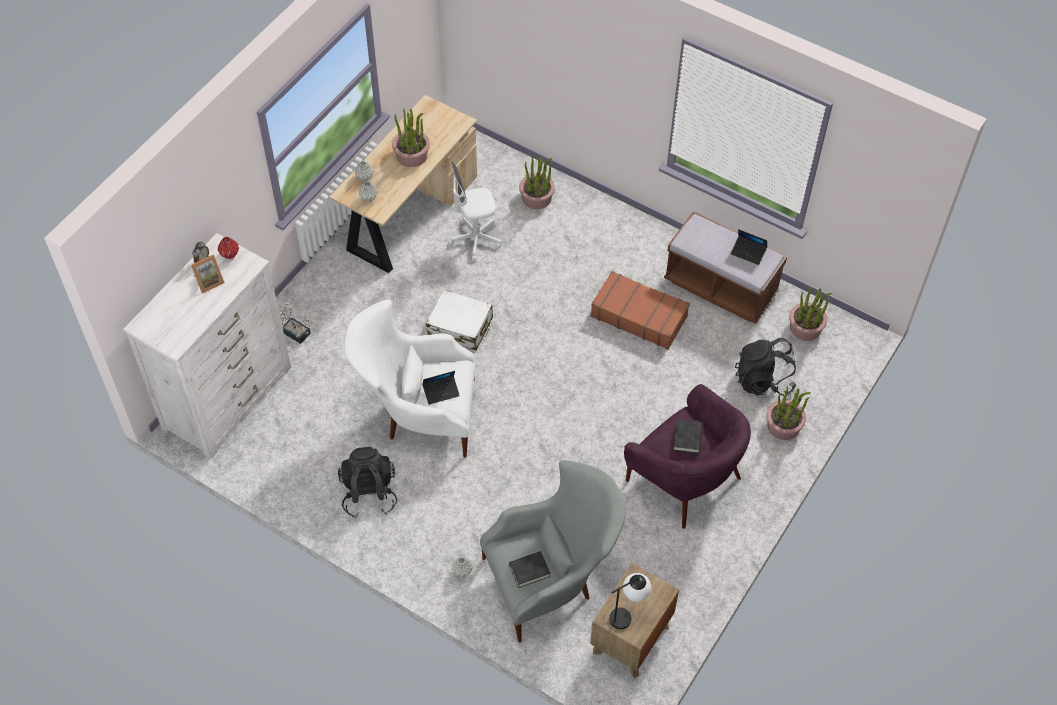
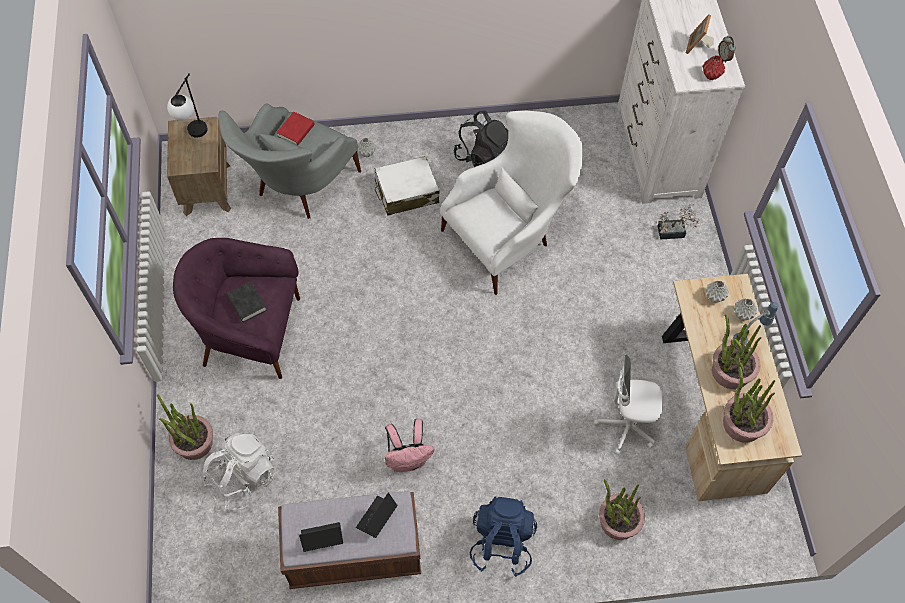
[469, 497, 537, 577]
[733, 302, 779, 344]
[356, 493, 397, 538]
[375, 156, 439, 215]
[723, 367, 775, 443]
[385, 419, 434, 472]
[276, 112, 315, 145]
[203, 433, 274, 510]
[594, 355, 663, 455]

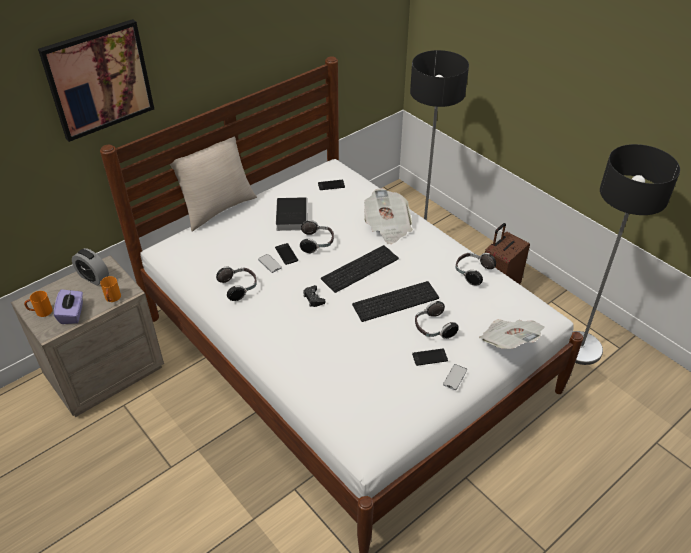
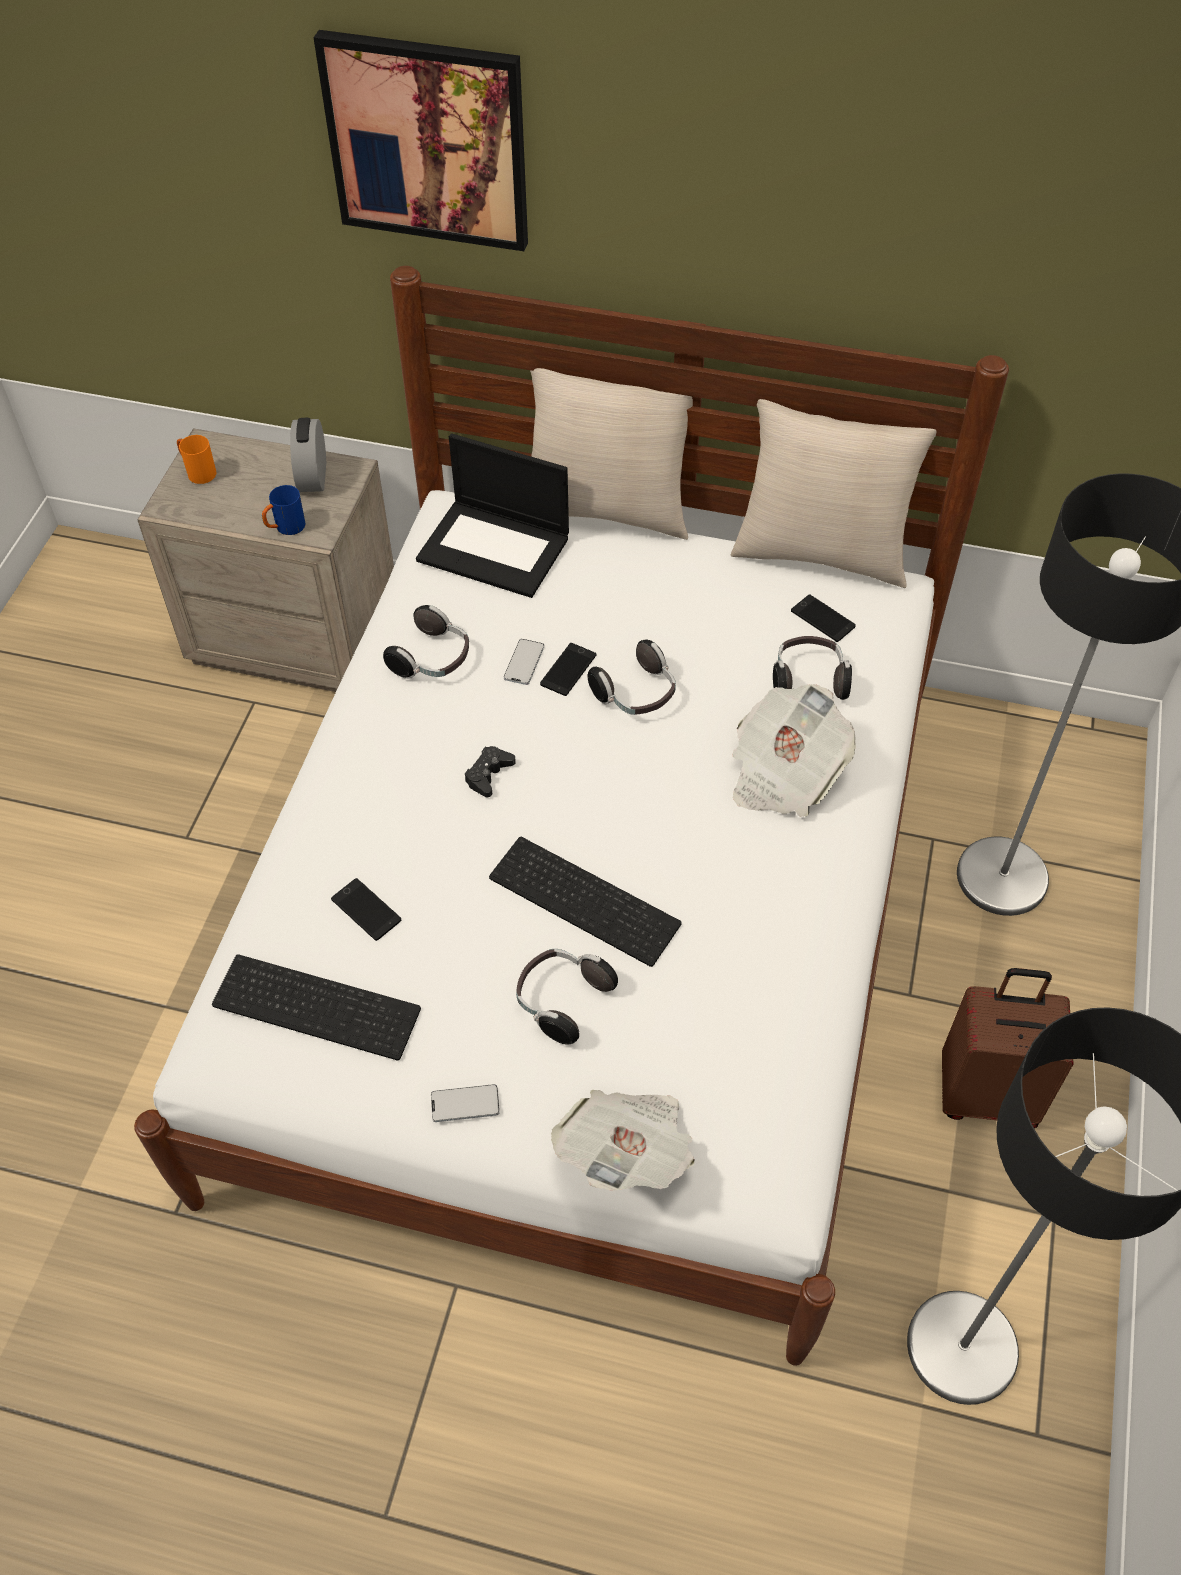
[54, 289, 83, 324] (first image)
[276, 197, 307, 231] (first image)
[416, 433, 569, 598]
[731, 399, 936, 588]
[212, 954, 421, 1060]
[331, 878, 401, 941]
[773, 636, 852, 700]
[262, 485, 305, 535]

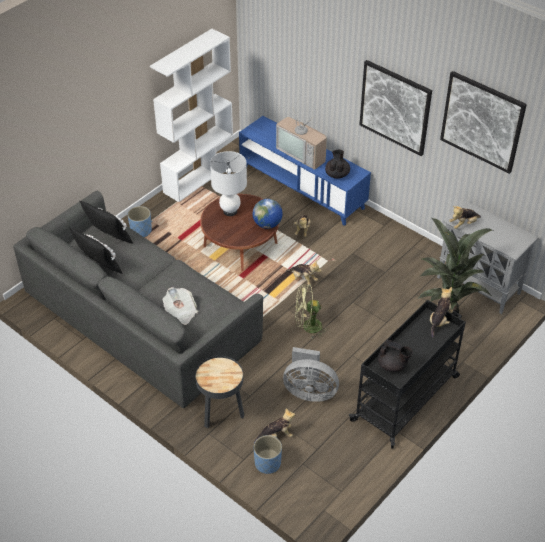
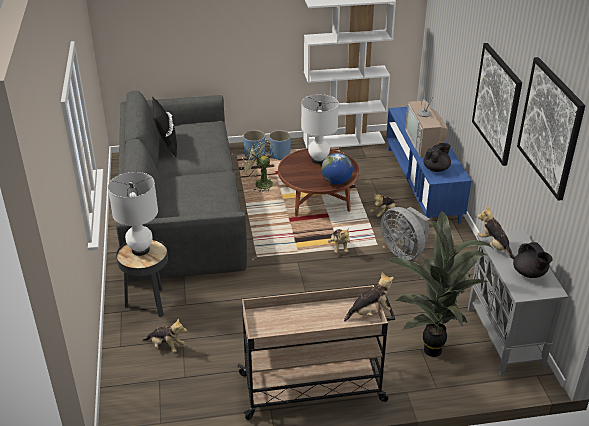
[79, 201, 133, 244] (first image)
[163, 287, 198, 325] (first image)
[108, 172, 158, 256]
[269, 130, 291, 160]
[381, 207, 430, 260]
[241, 138, 273, 192]
[513, 242, 553, 278]
[237, 285, 395, 420]
[477, 206, 515, 260]

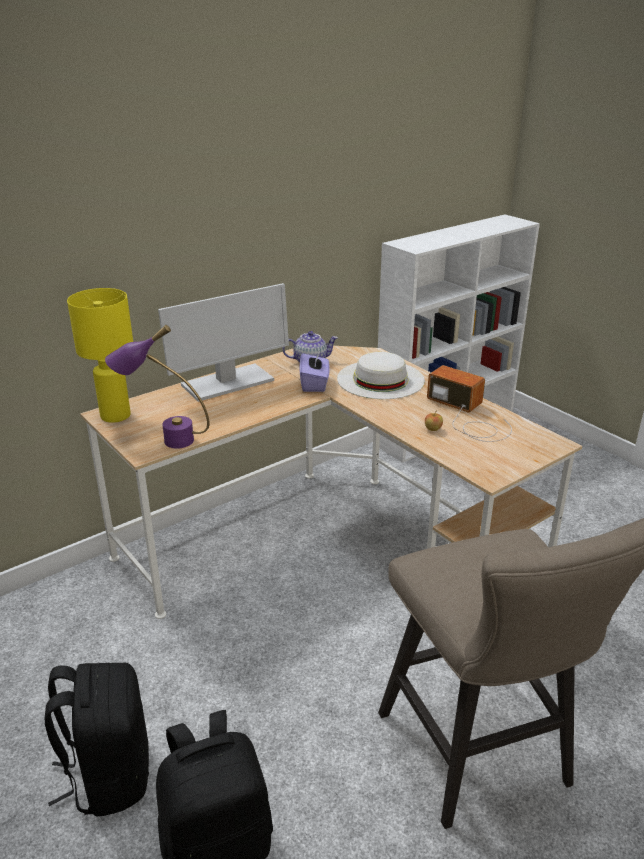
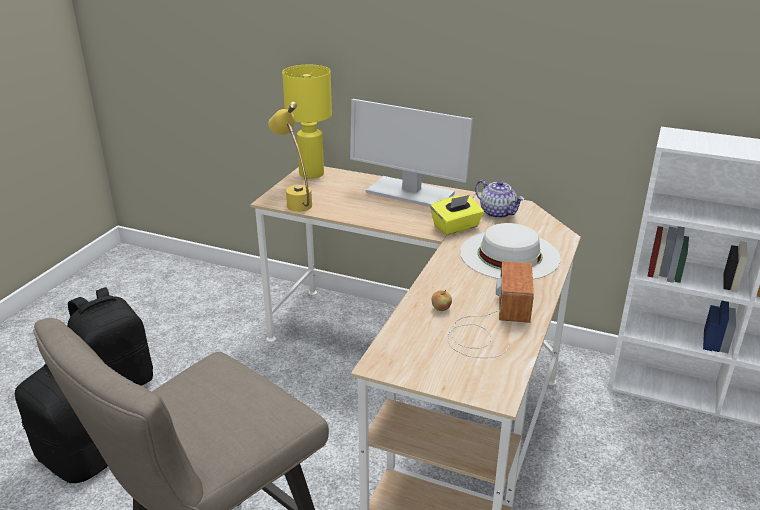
[268, 102, 312, 212]
[430, 195, 484, 235]

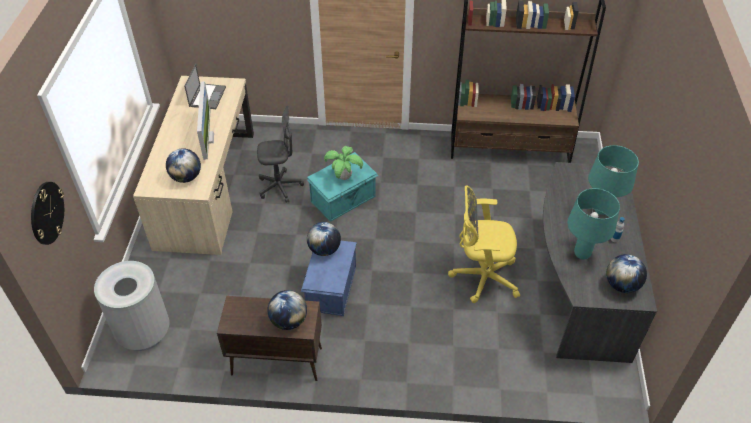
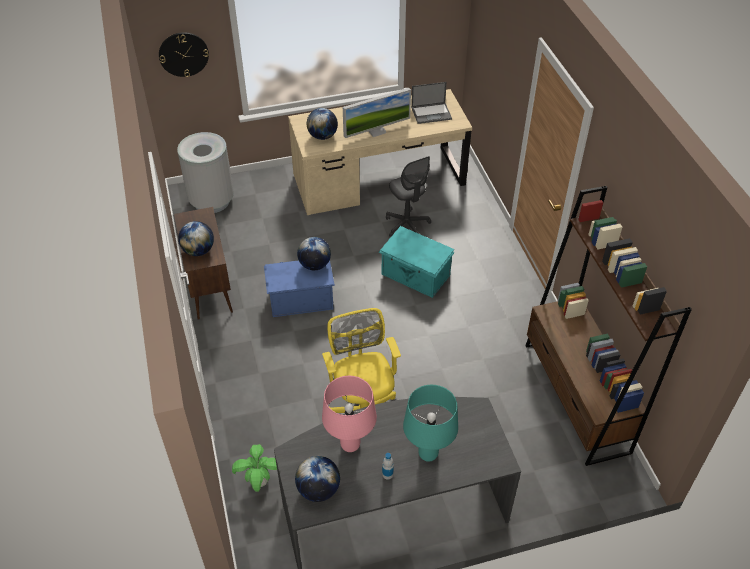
[232, 444, 277, 492]
[322, 376, 377, 452]

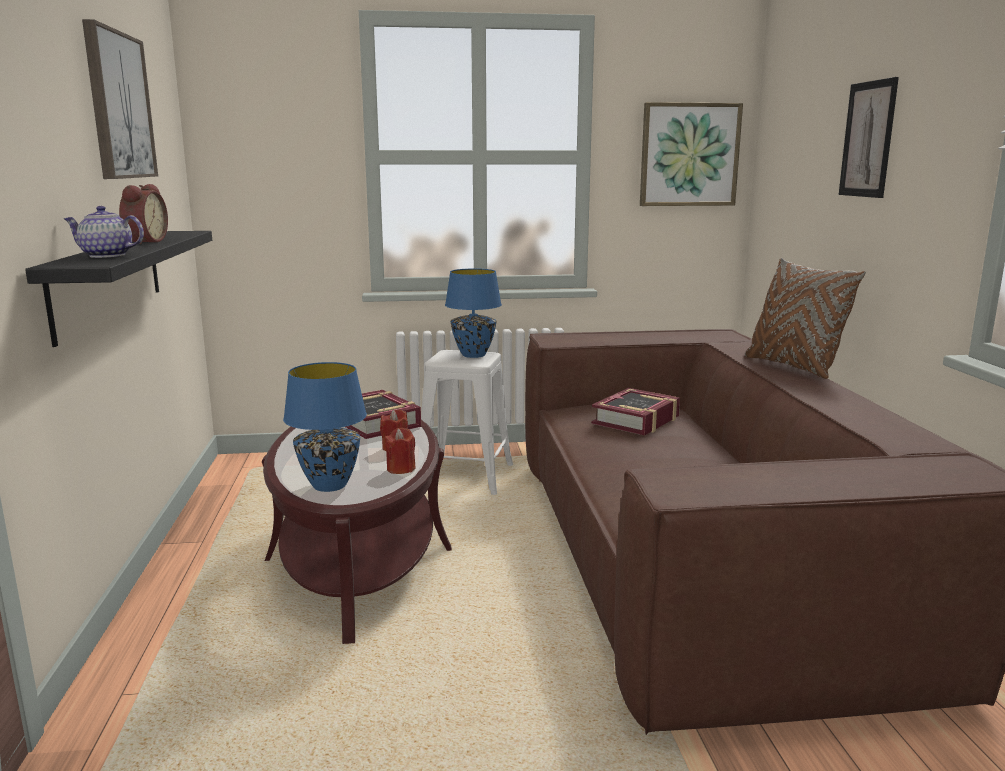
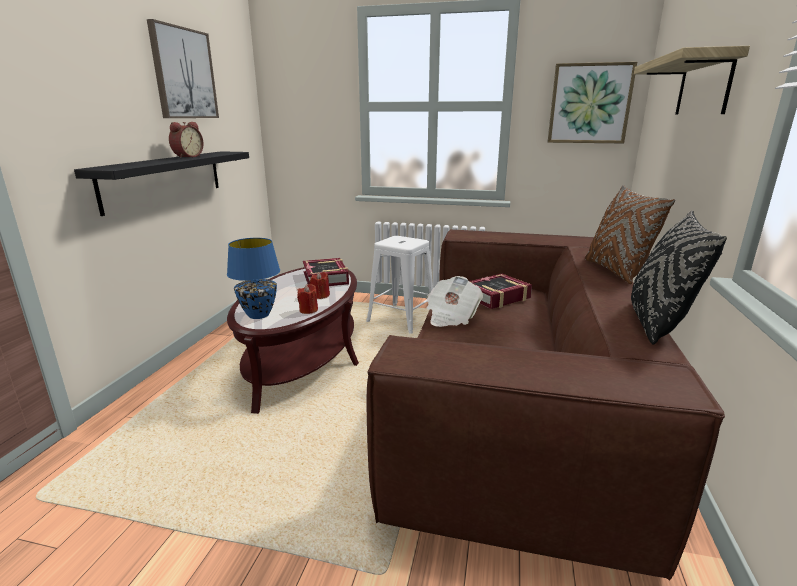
[64, 206, 144, 258] (first image)
[445, 268, 502, 358] (first image)
[426, 276, 483, 327]
[631, 210, 727, 345]
[634, 46, 750, 115]

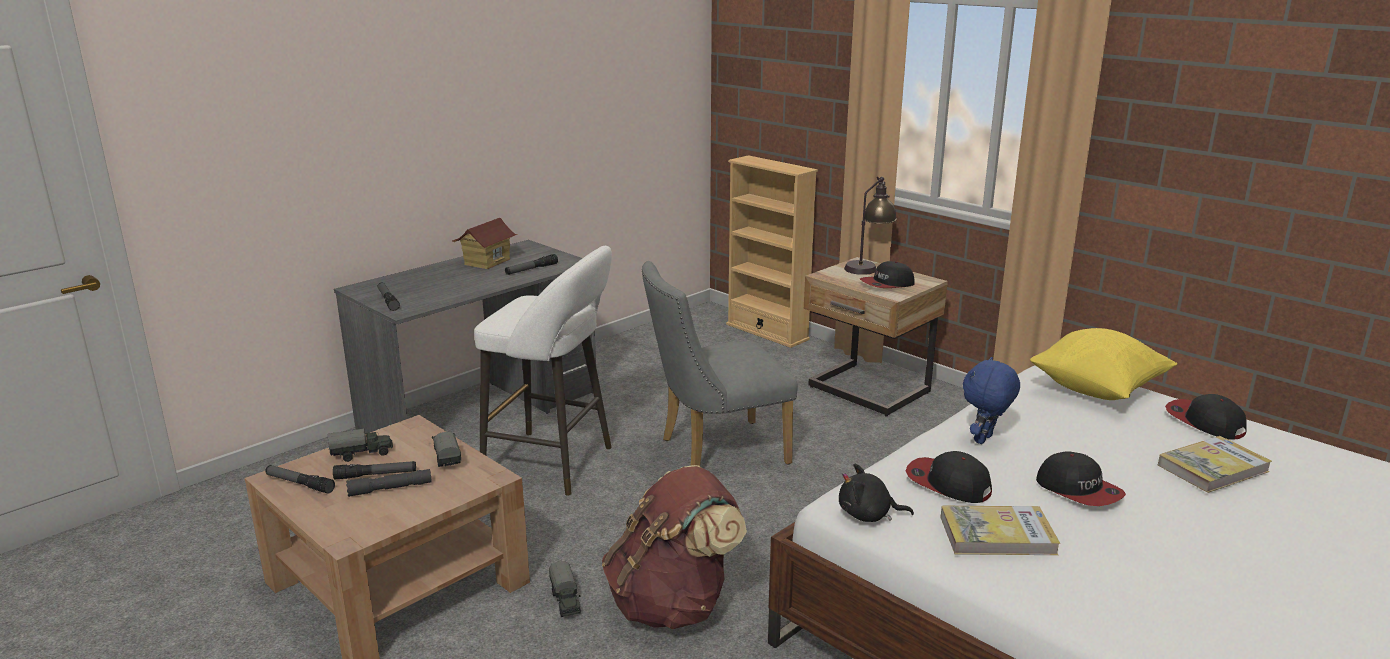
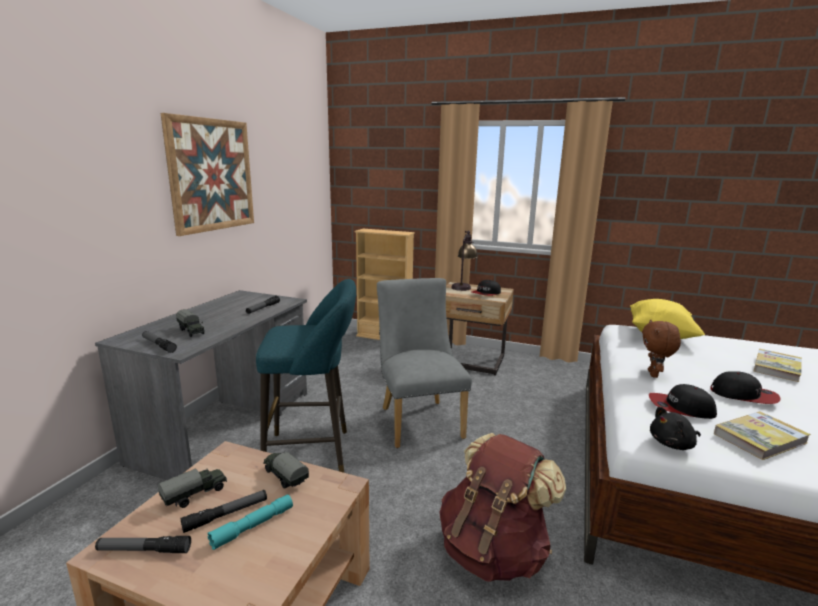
[452, 218, 518, 269] (first image)
[1165, 394, 1247, 440] (first image)
[161, 113, 254, 236]
[176, 309, 205, 337]
[207, 495, 293, 550]
[256, 279, 356, 473]
[642, 319, 681, 378]
[377, 278, 472, 448]

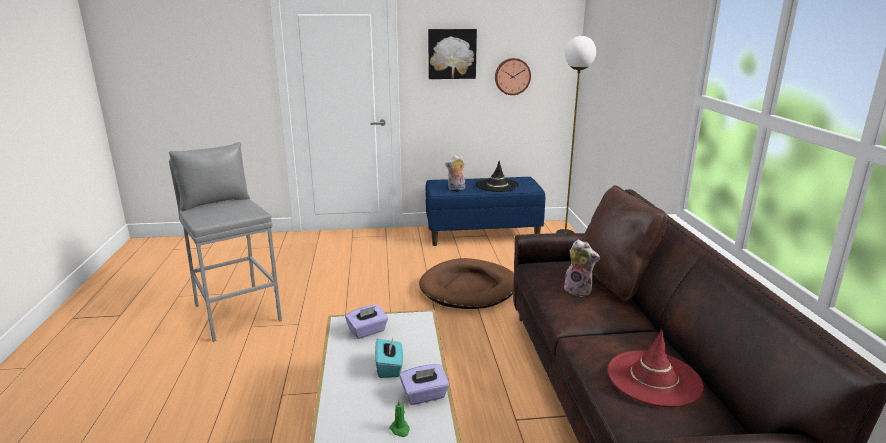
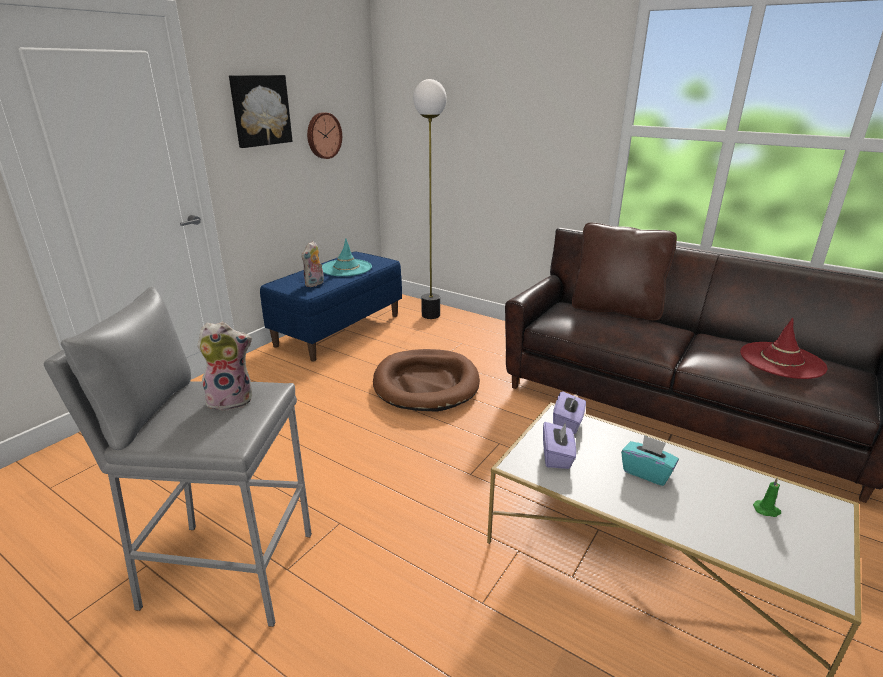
[553, 391, 586, 434]
[197, 322, 252, 410]
[322, 238, 372, 276]

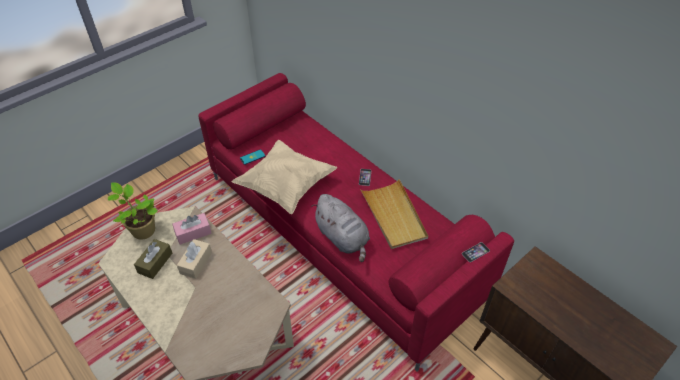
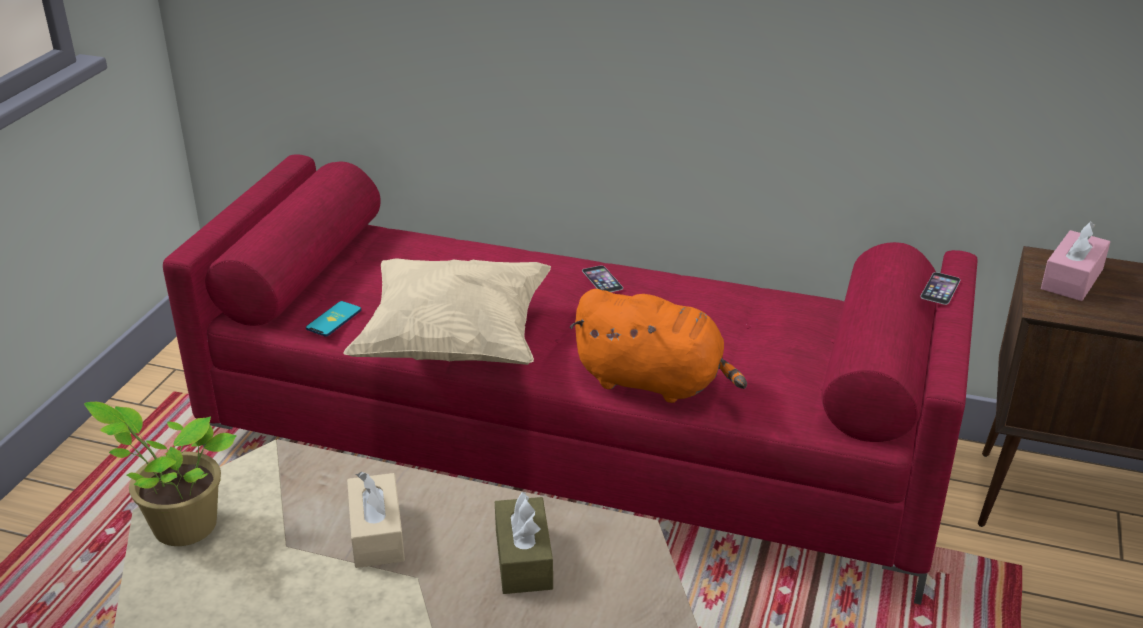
[360, 179, 428, 249] (first image)
[495, 492, 553, 594]
[1041, 222, 1110, 301]
[569, 289, 747, 403]

